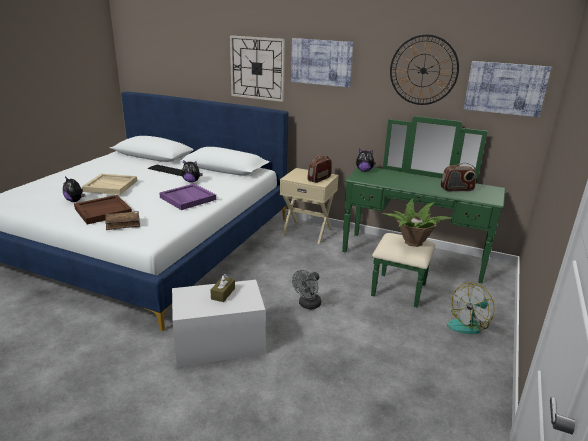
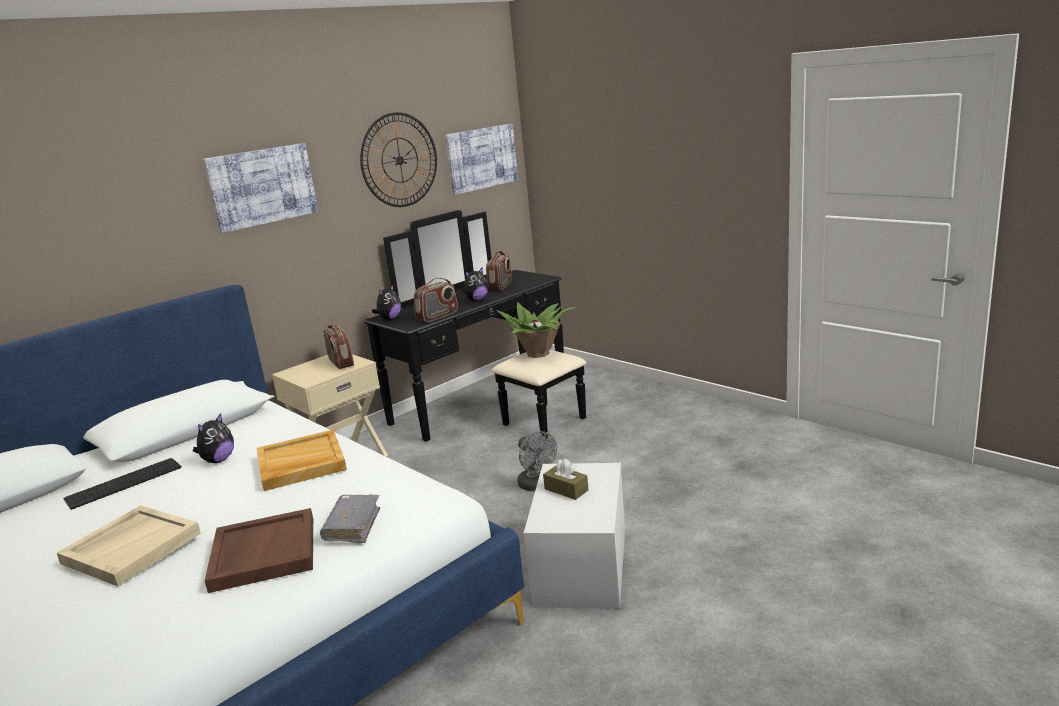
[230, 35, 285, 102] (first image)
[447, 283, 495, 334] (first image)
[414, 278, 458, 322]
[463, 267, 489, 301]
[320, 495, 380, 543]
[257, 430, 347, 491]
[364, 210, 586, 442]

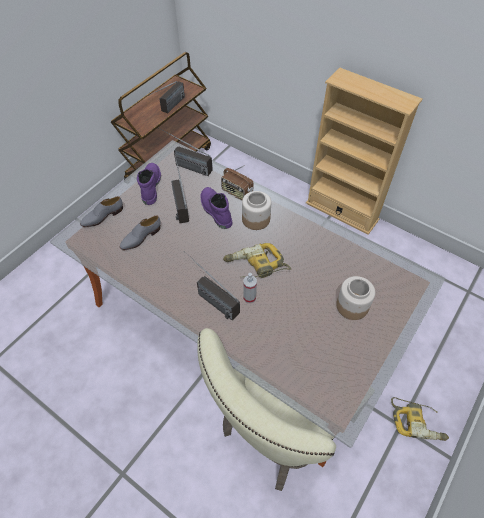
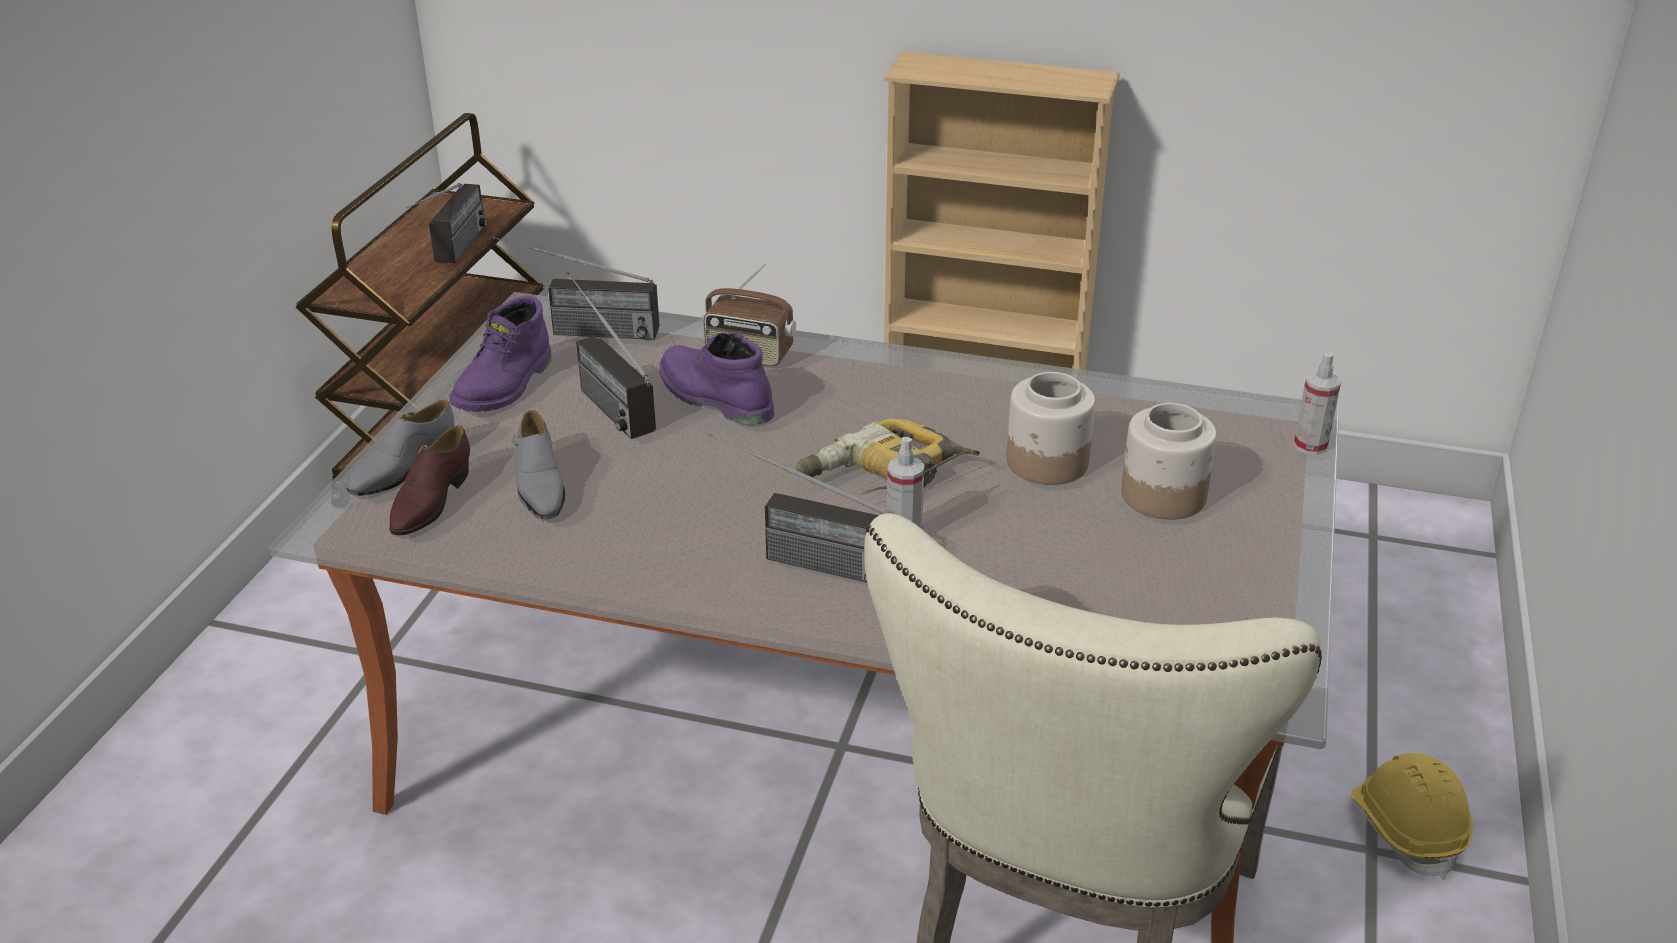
[389, 425, 470, 535]
[1294, 352, 1341, 455]
[1007, 372, 1095, 484]
[1351, 753, 1473, 880]
[512, 410, 565, 519]
[449, 295, 552, 412]

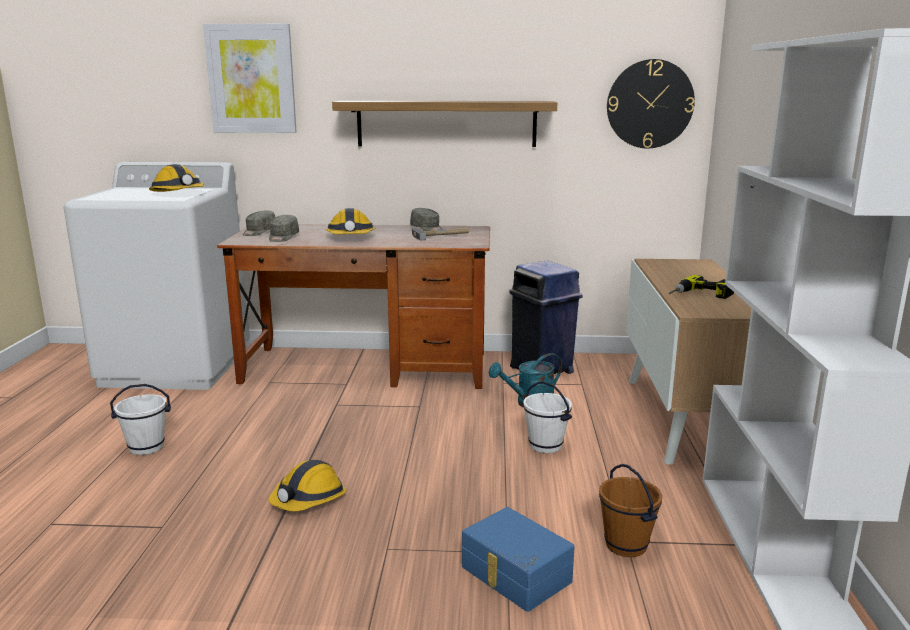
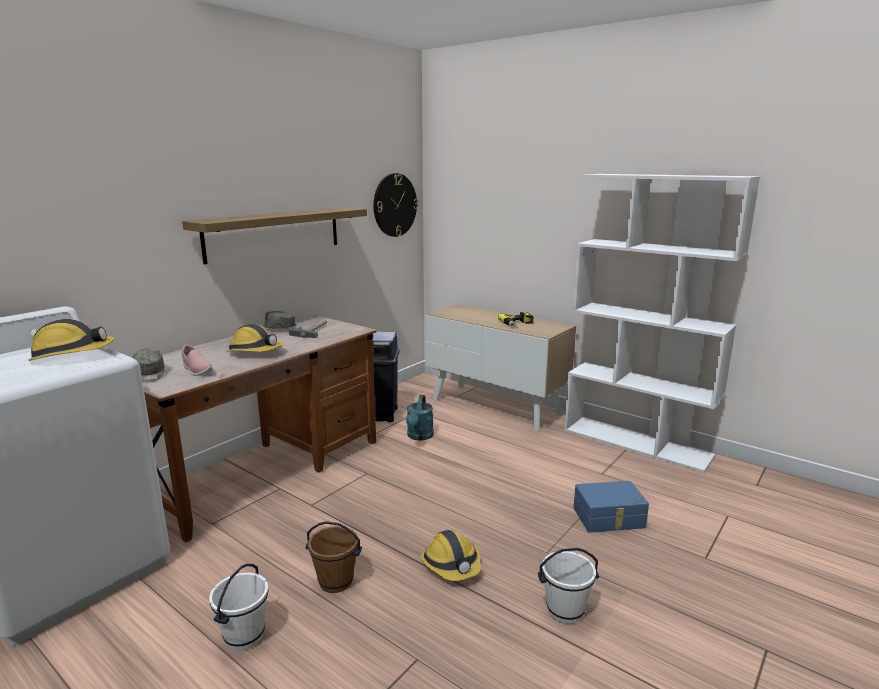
[203, 24, 297, 133] (first image)
[538, 548, 599, 624]
[306, 521, 362, 593]
[182, 345, 213, 376]

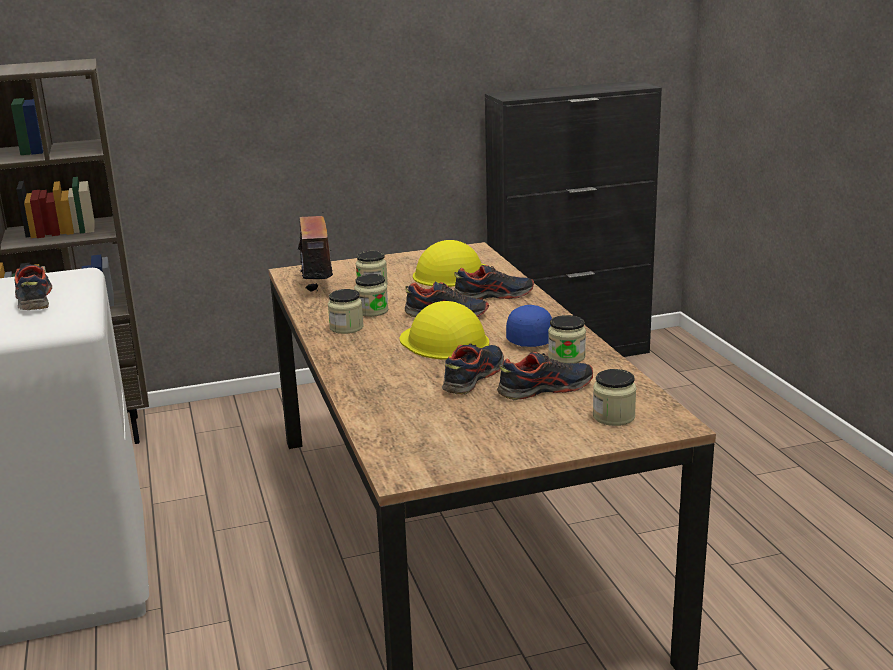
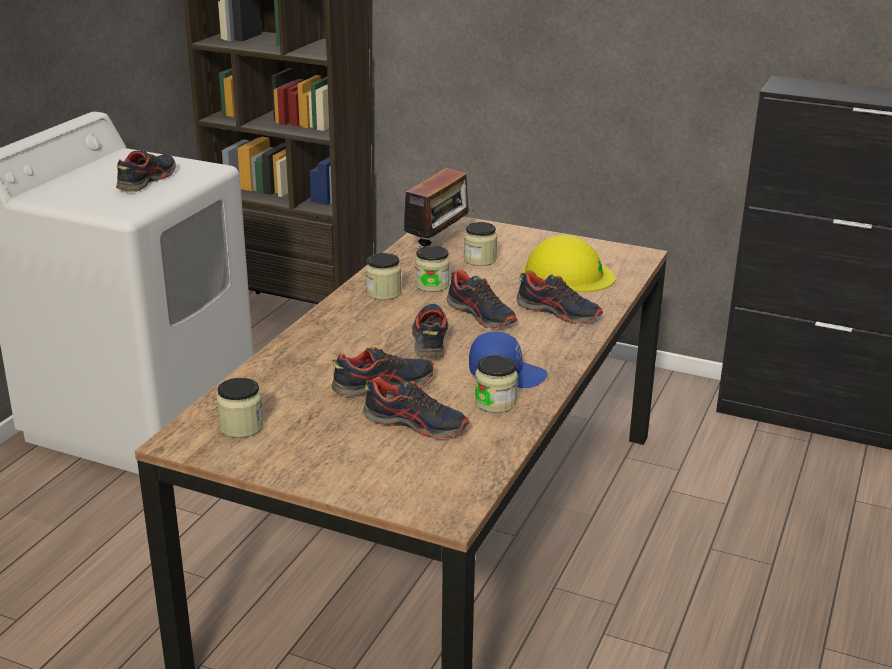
[217, 378, 264, 438]
[412, 304, 448, 359]

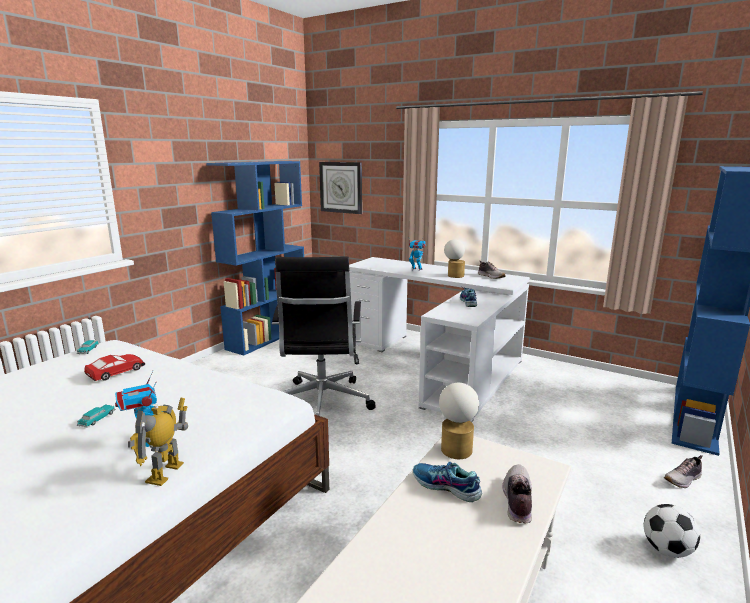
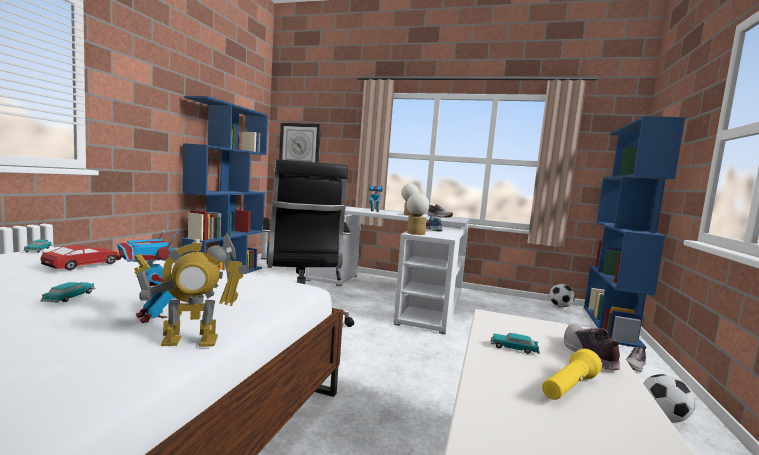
[542, 349, 602, 400]
[549, 284, 575, 307]
[406, 193, 429, 235]
[490, 333, 540, 354]
[134, 233, 247, 347]

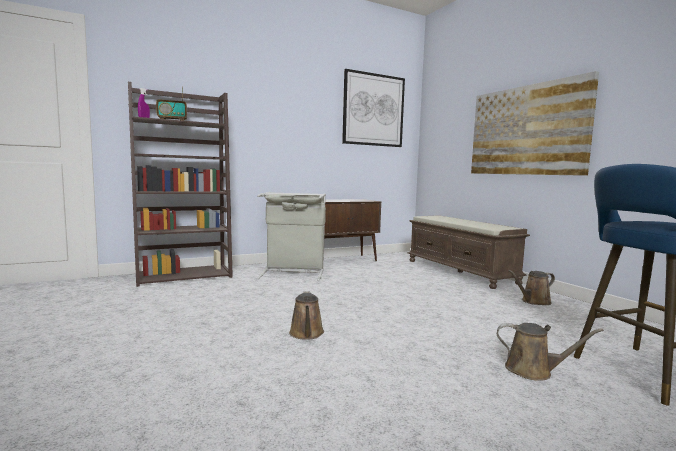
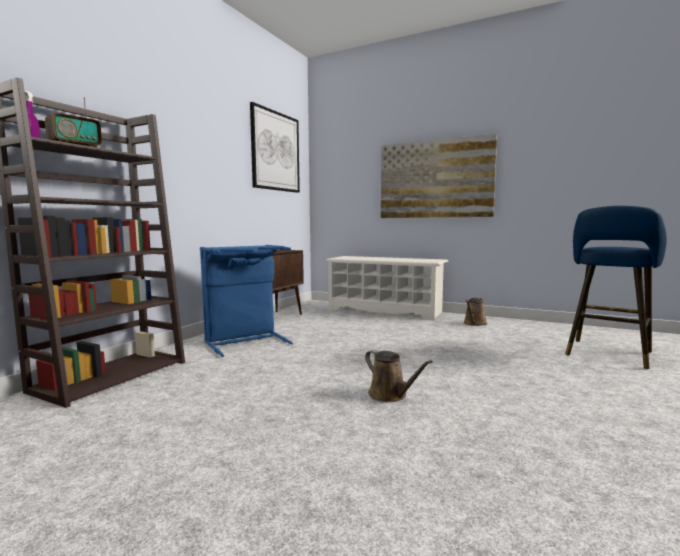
[497, 323, 604, 381] (first image)
[326, 256, 448, 320]
[200, 245, 293, 357]

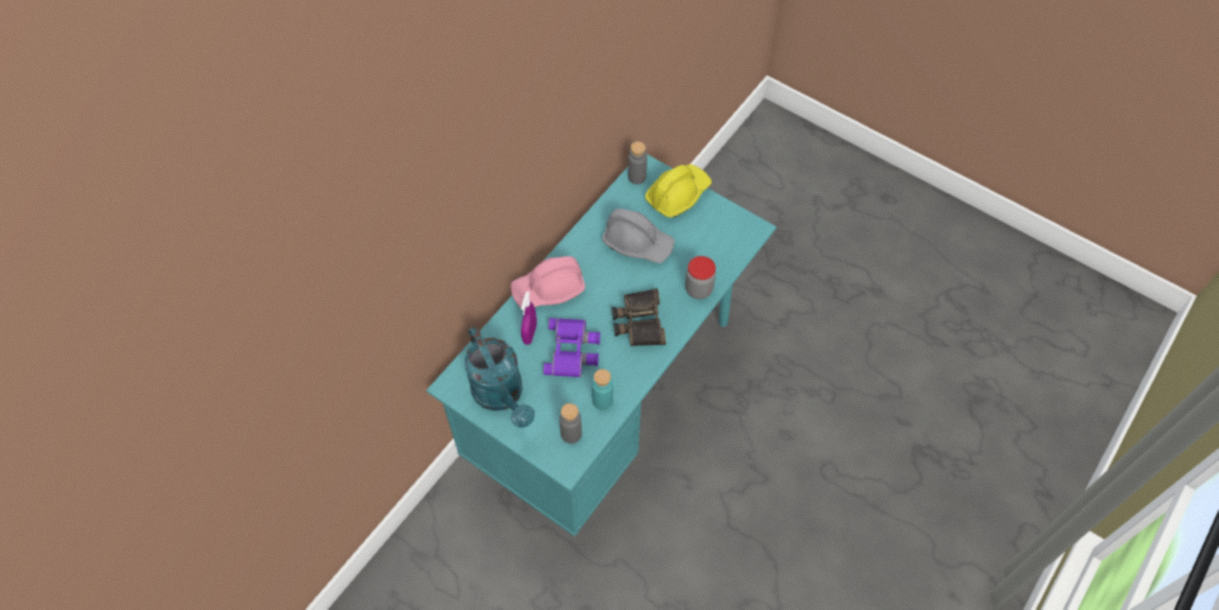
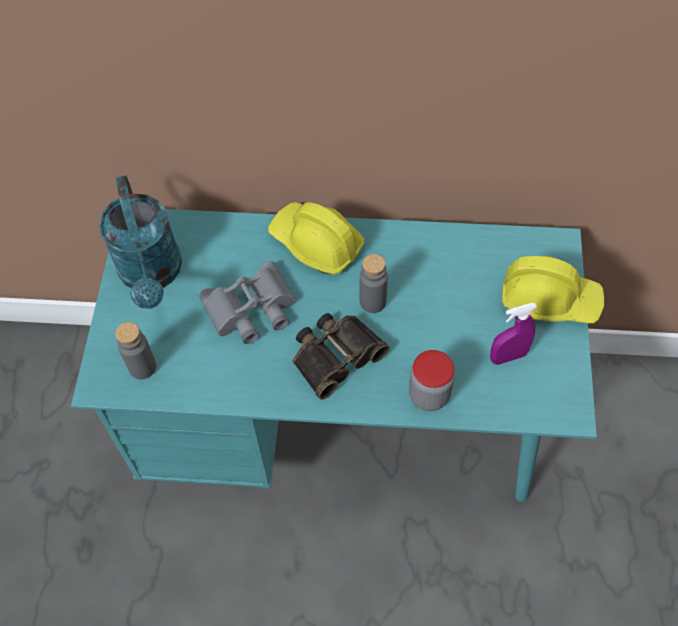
[592, 369, 613, 410] (first image)
[602, 209, 675, 263] (first image)
[490, 303, 537, 365]
[360, 254, 388, 313]
[268, 202, 365, 275]
[199, 261, 296, 344]
[99, 176, 182, 309]

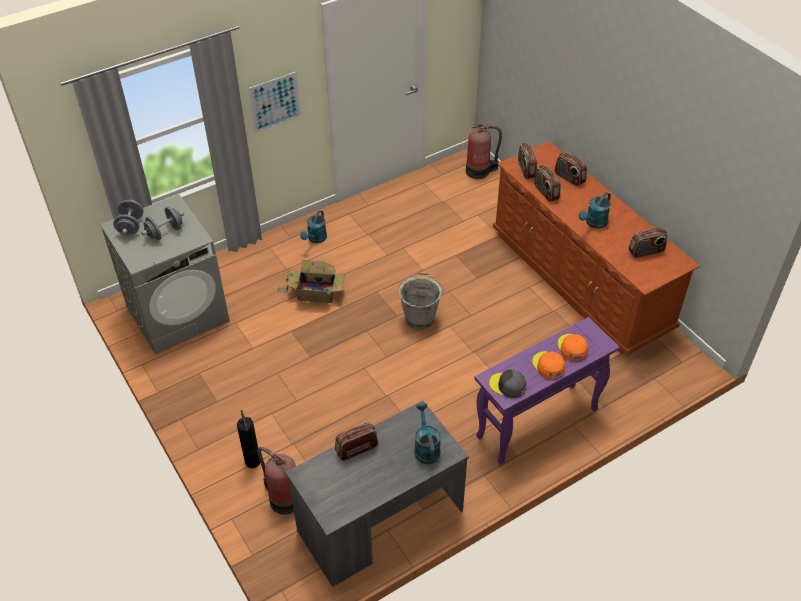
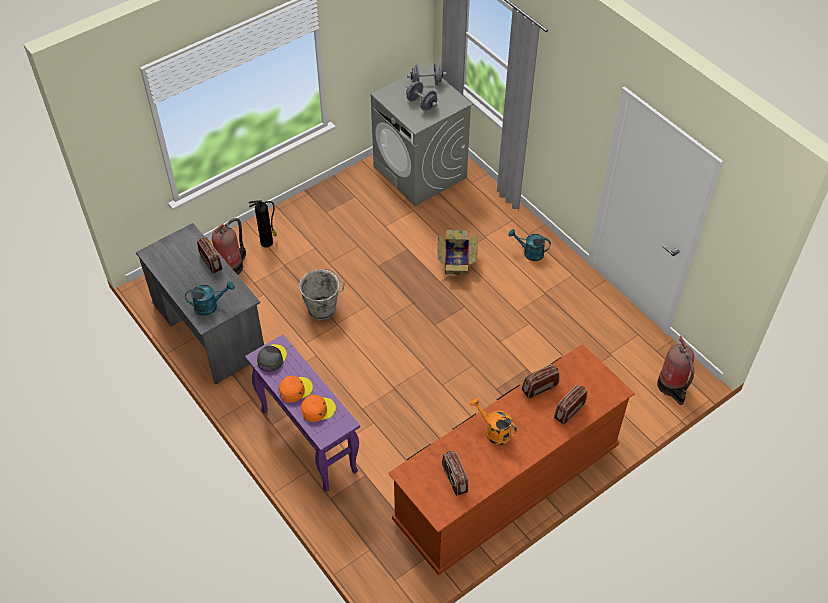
[248, 71, 301, 133] (first image)
[518, 143, 537, 179] (first image)
[299, 269, 345, 320]
[470, 398, 517, 445]

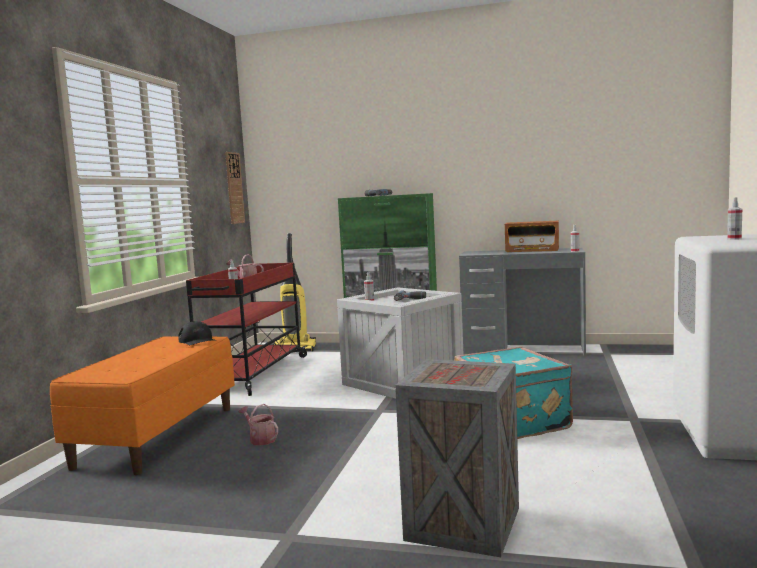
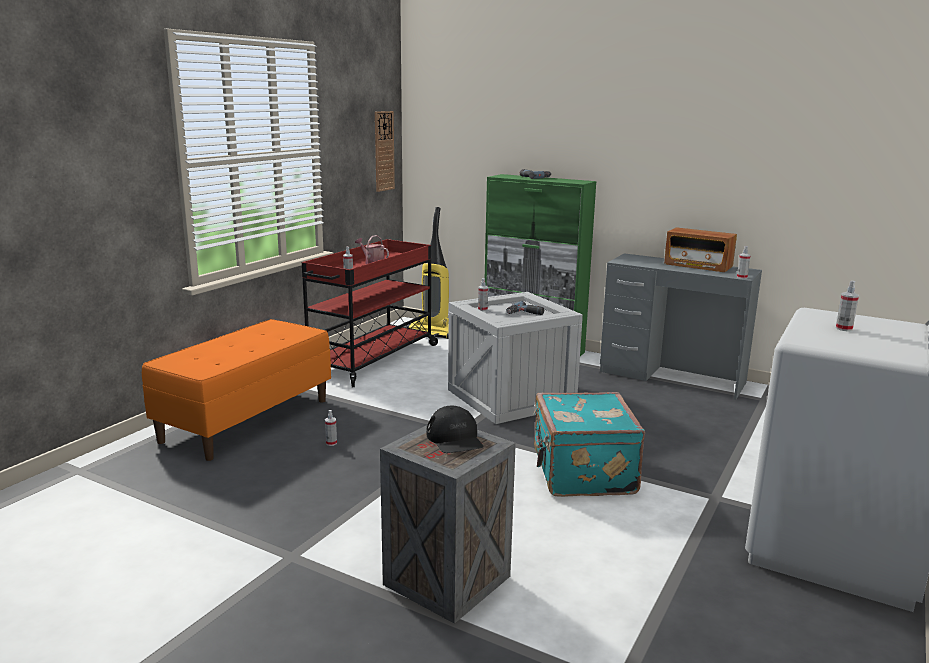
[427, 406, 484, 453]
[325, 410, 337, 446]

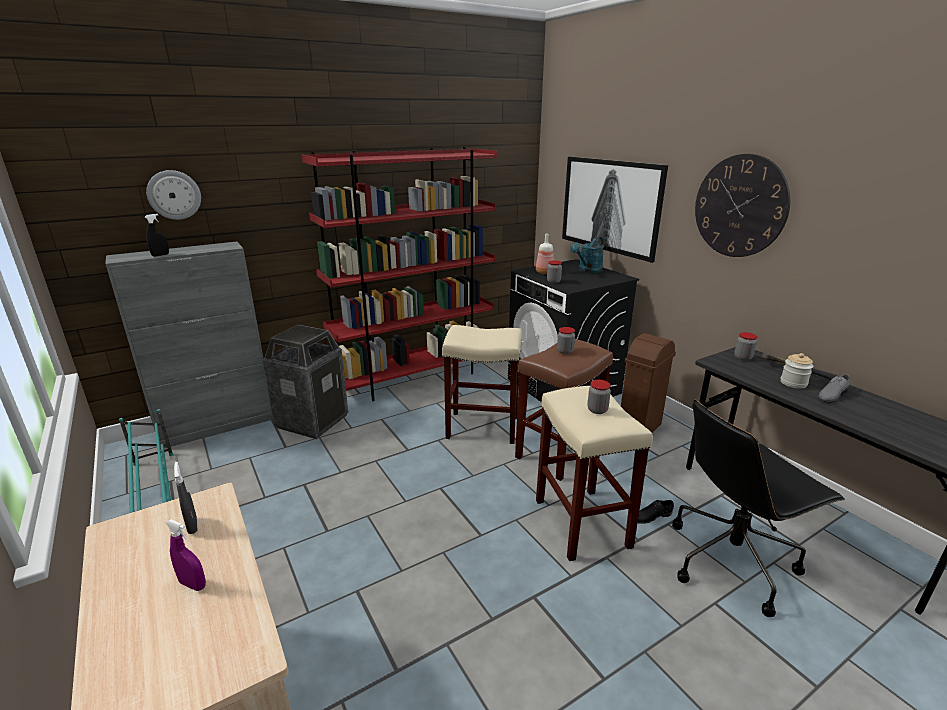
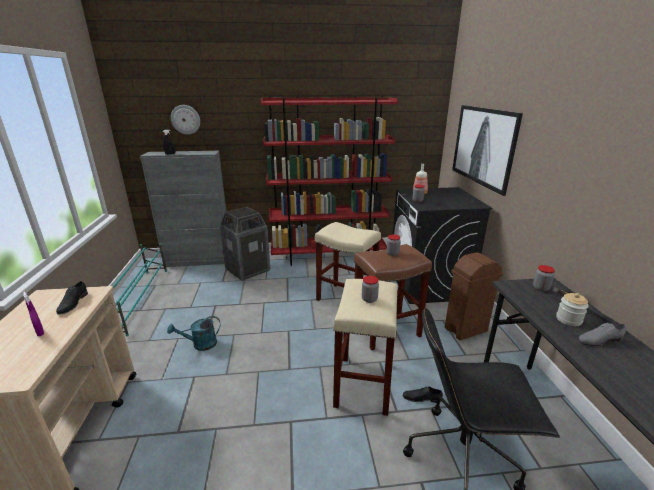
[695, 154, 791, 257] (first image)
[167, 316, 220, 351]
[56, 281, 88, 315]

